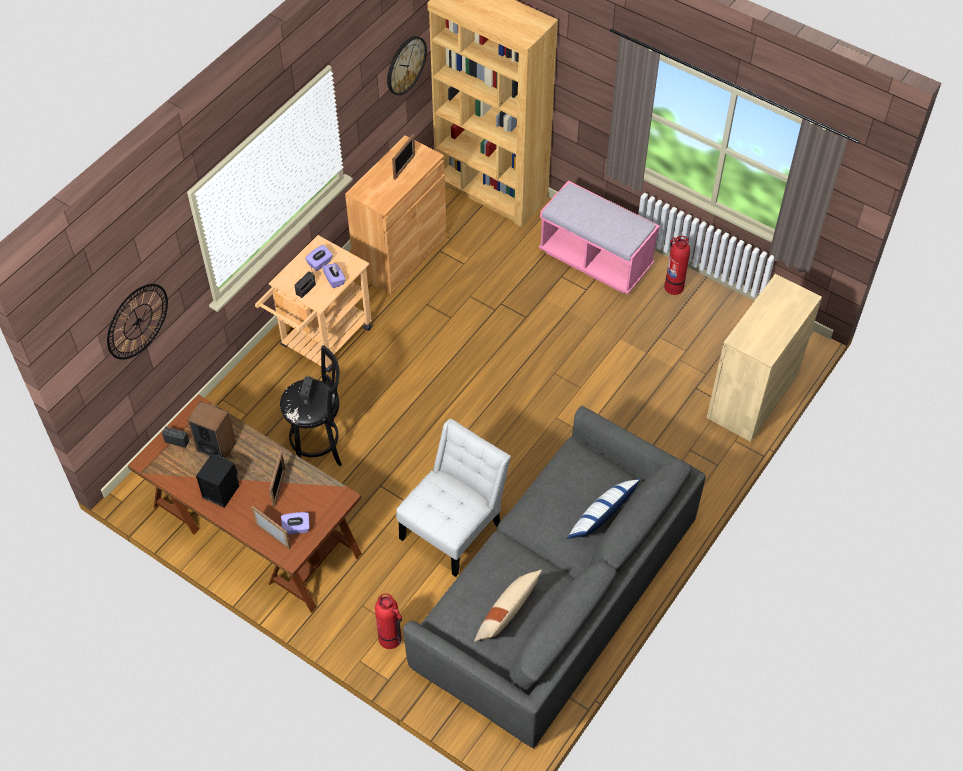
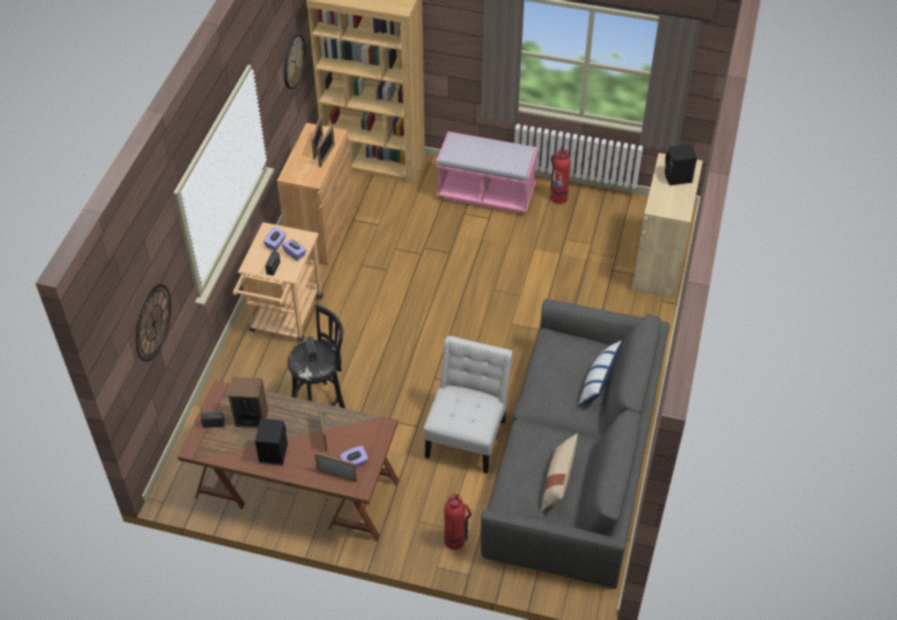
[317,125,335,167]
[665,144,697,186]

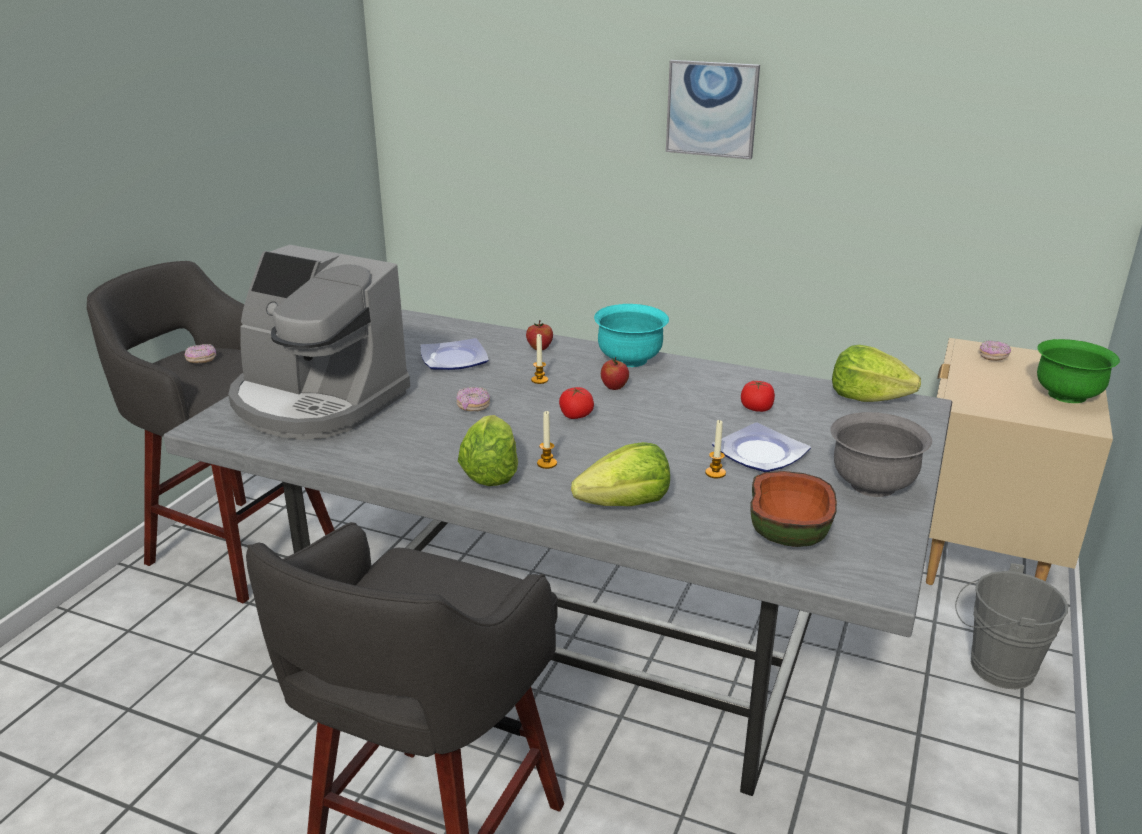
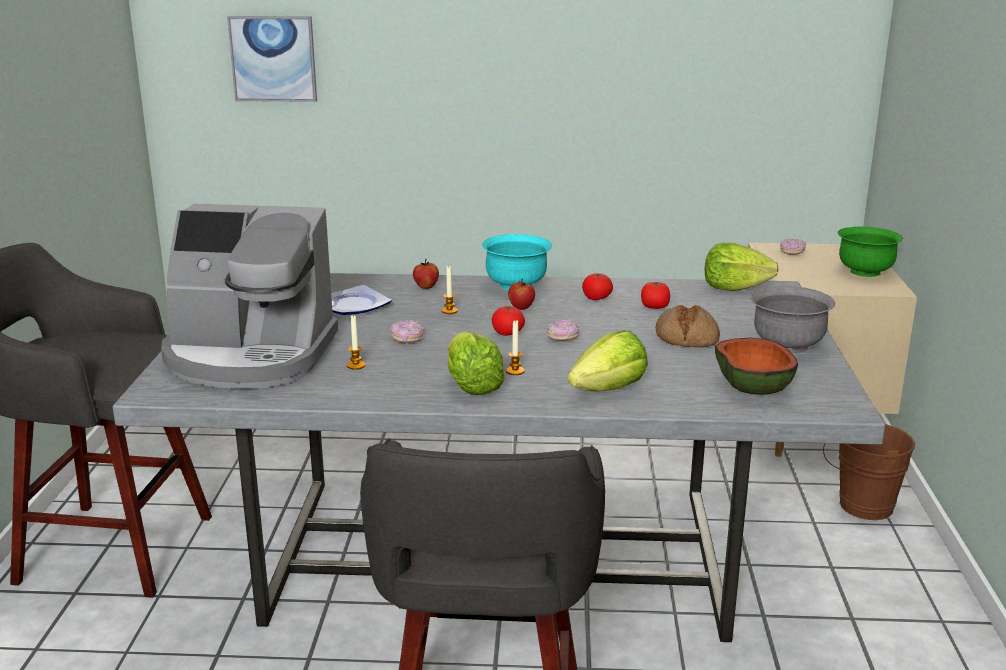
[227,16,317,102]
[547,319,579,341]
[347,315,366,370]
[655,305,720,348]
[823,424,915,520]
[582,273,613,300]

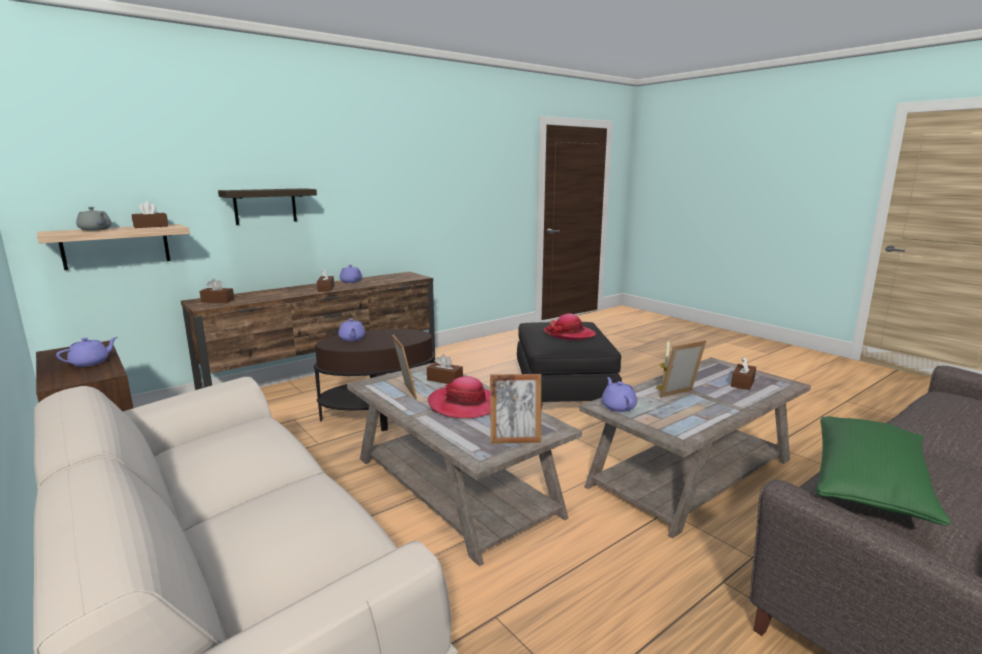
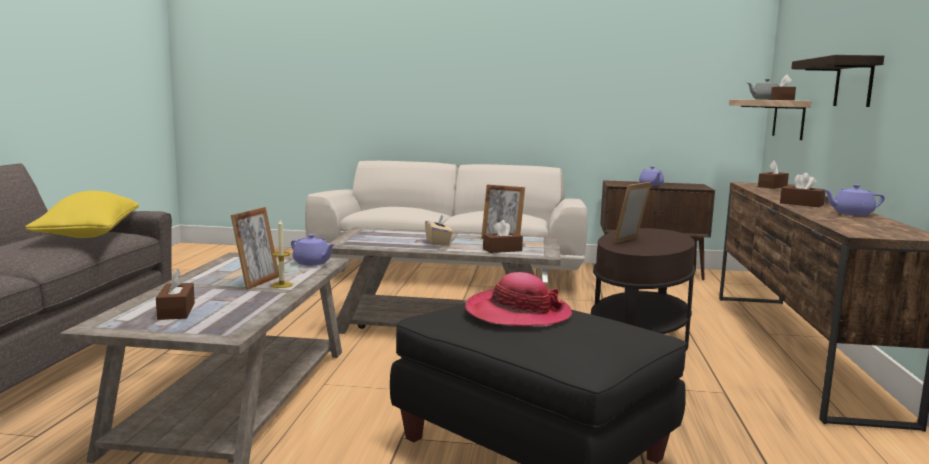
[338,319,365,341] (first image)
[613,182,652,244]
[425,214,453,245]
[25,191,139,238]

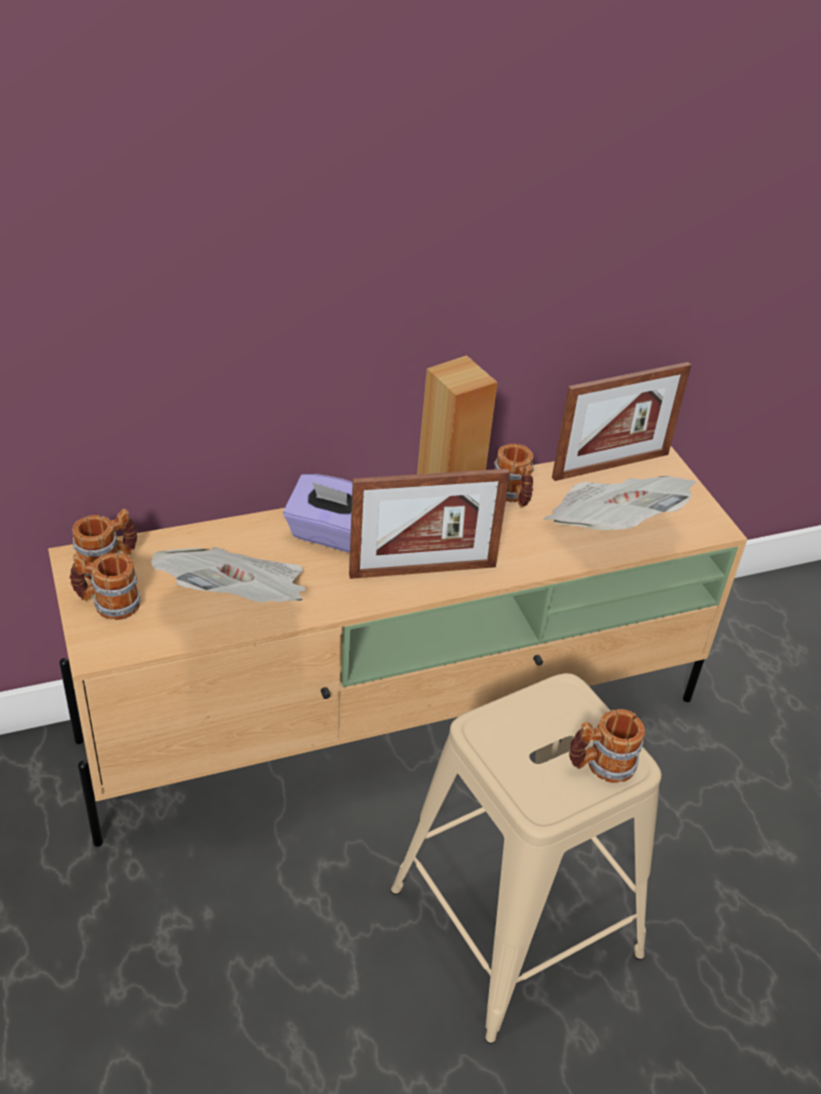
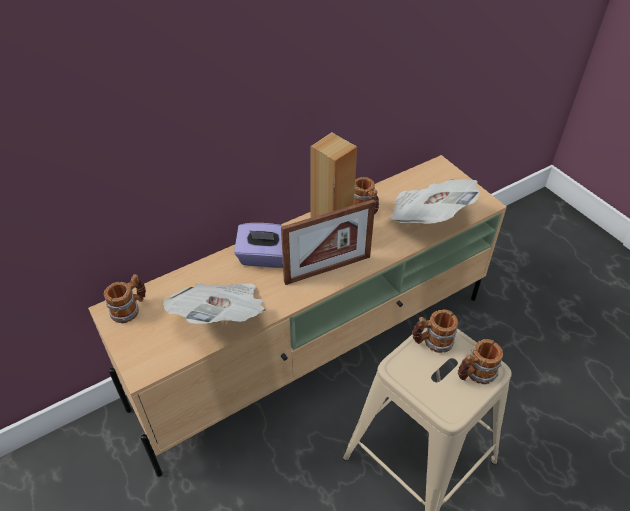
[552,362,692,481] (first image)
[412,309,458,353]

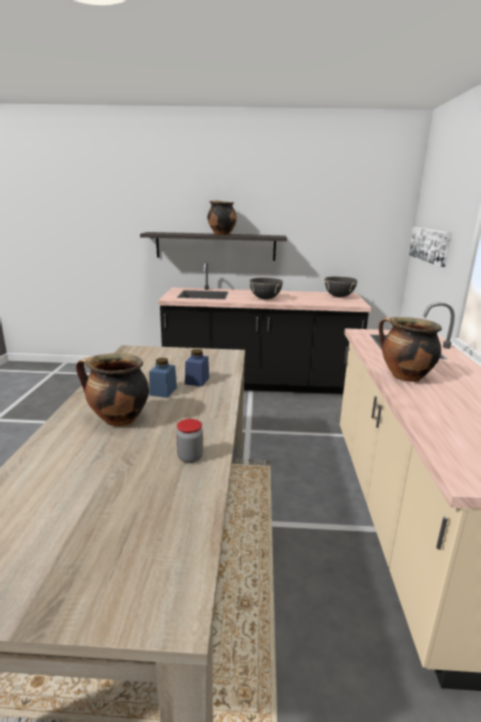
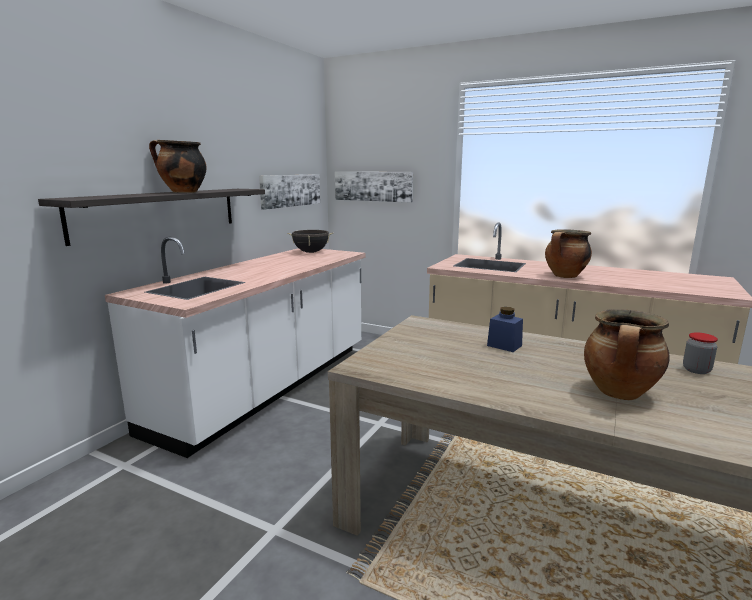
[105,237,365,458]
[249,278,283,300] (first image)
[149,358,177,398] (first image)
[259,174,320,210]

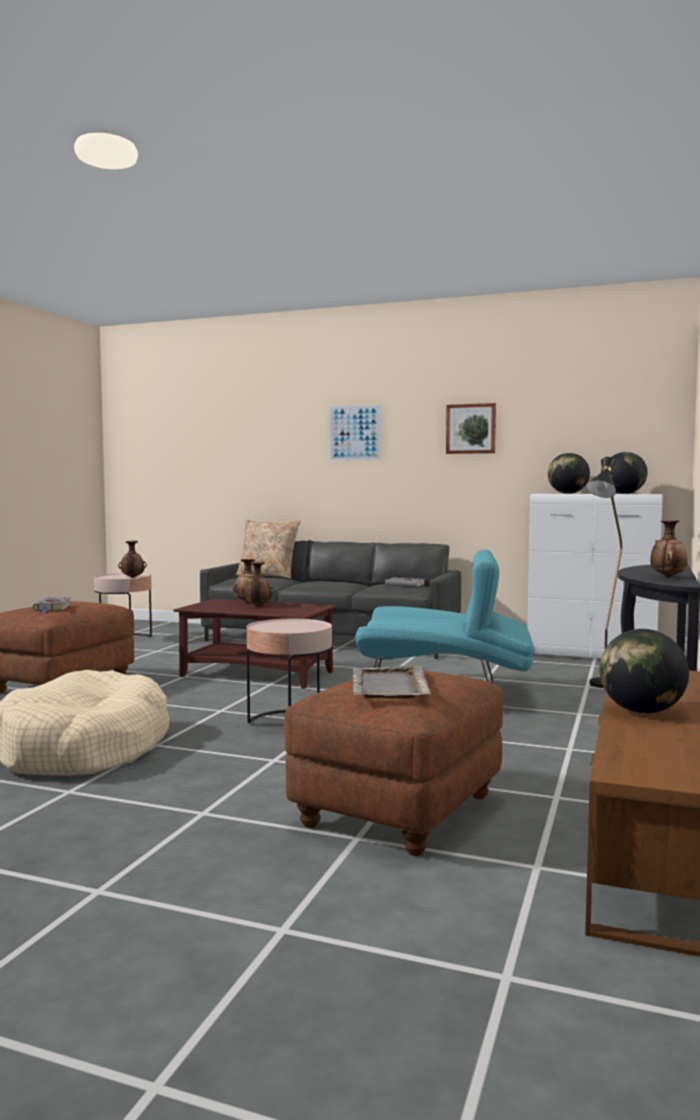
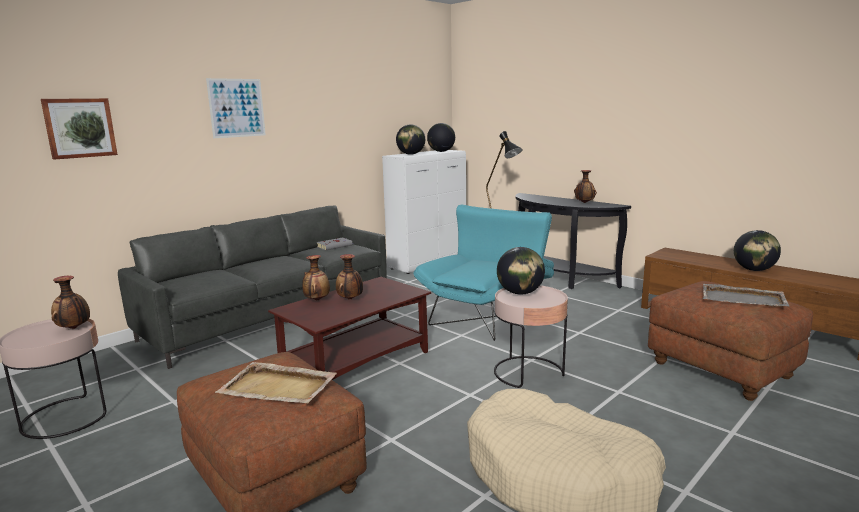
[41,98,118,160]
[236,520,300,579] (first image)
[215,362,337,404]
[497,247,545,295]

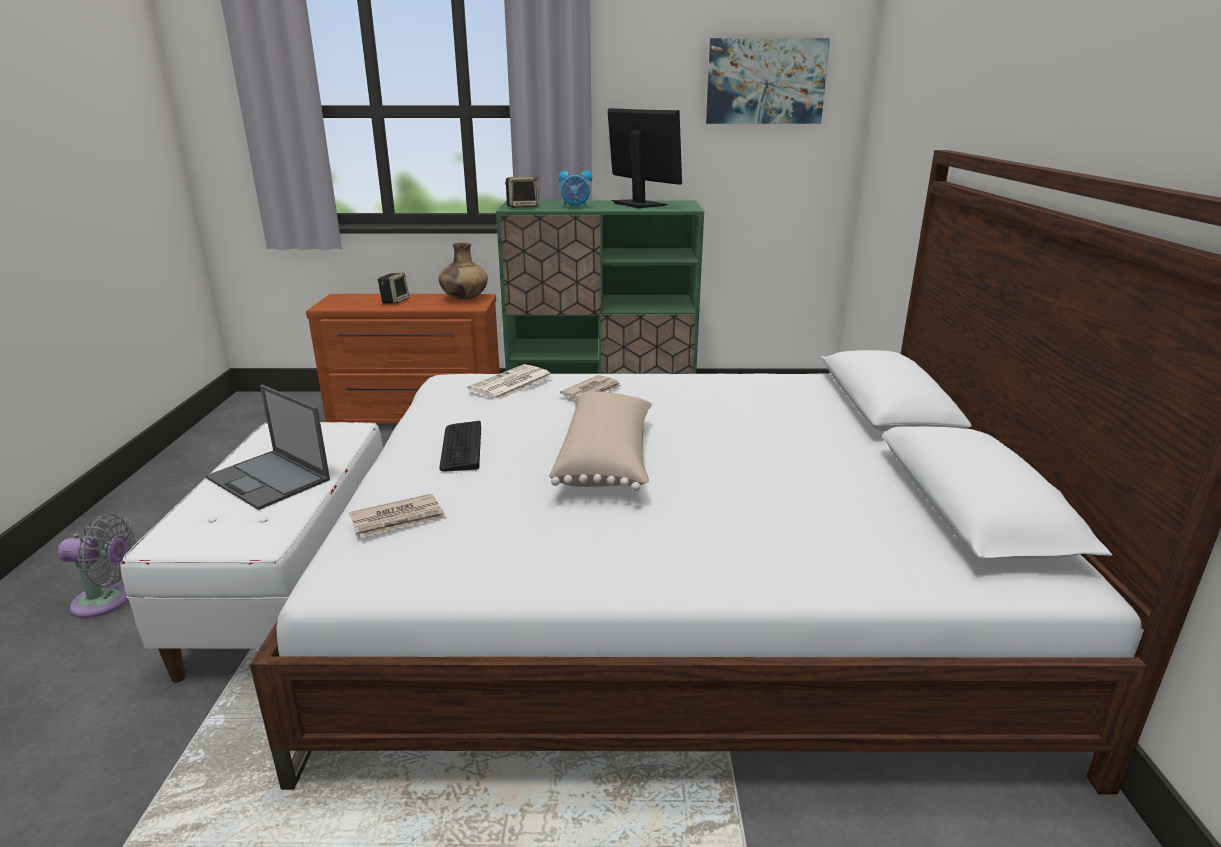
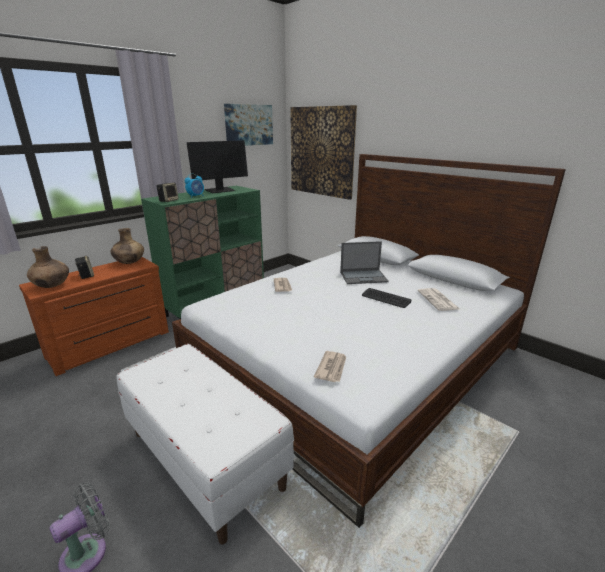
[187,140,248,193]
[417,288,459,311]
[340,241,389,284]
[549,391,652,491] (first image)
[362,288,411,308]
[290,105,357,200]
[27,246,69,288]

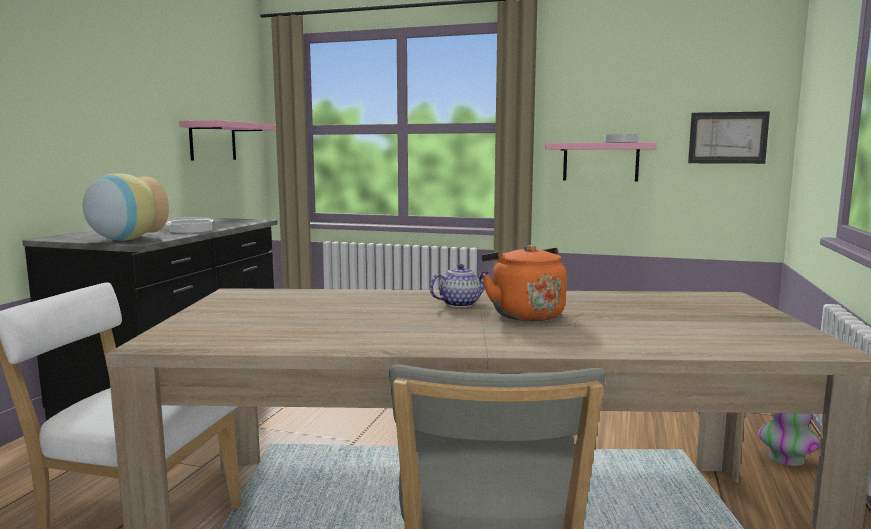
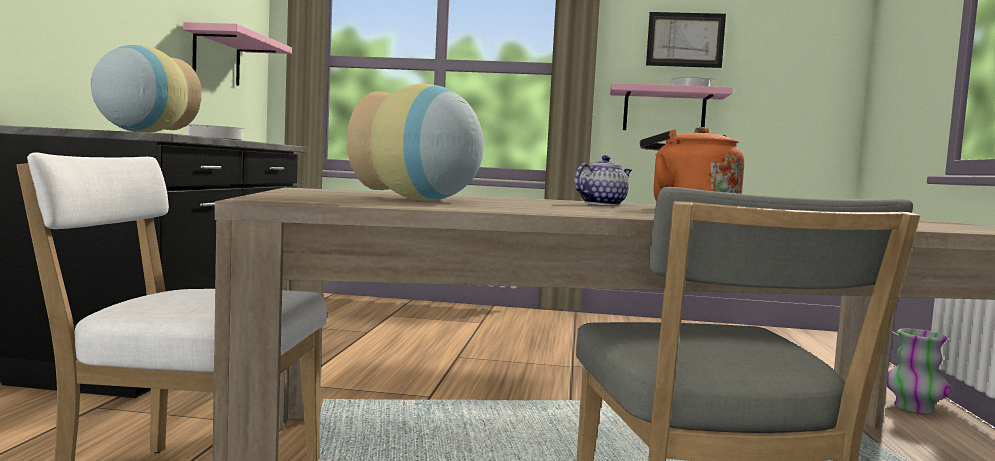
[646,12,726,68]
[347,84,483,201]

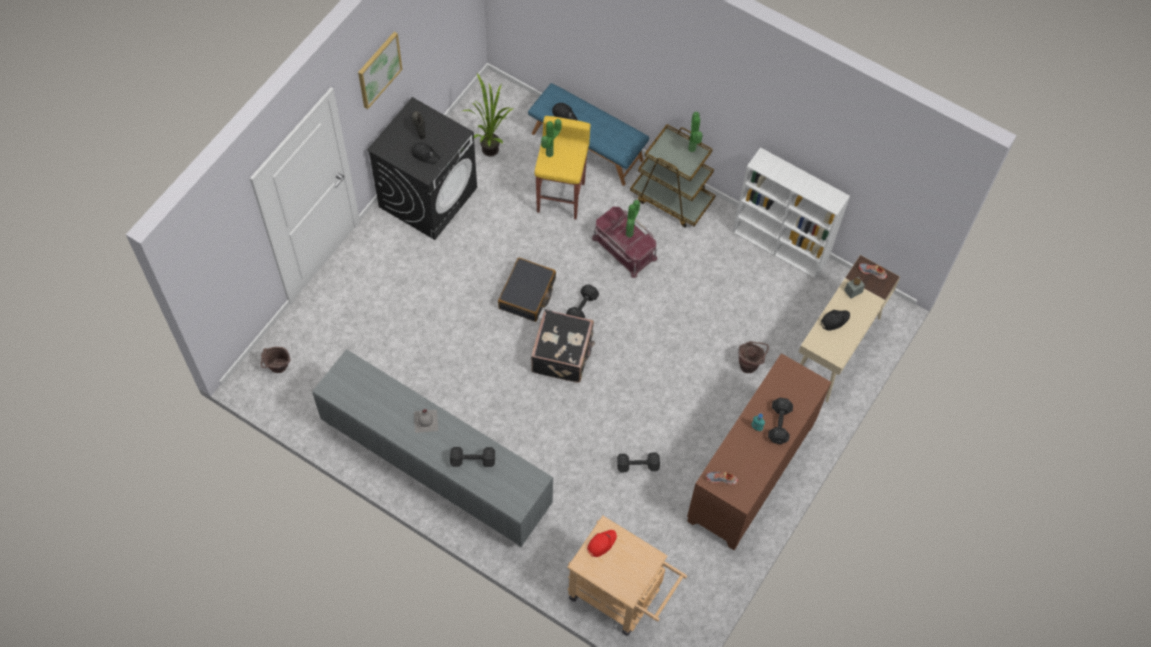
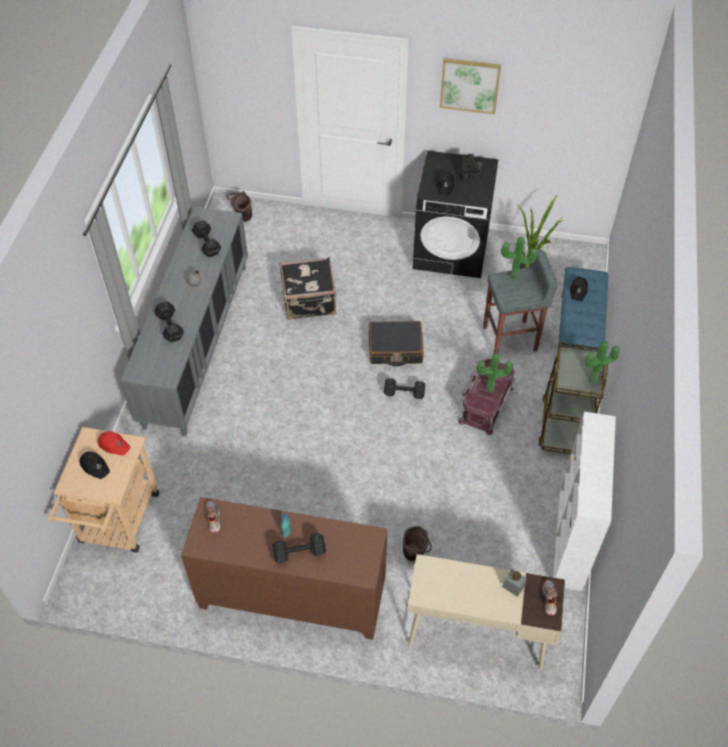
[483,249,558,353]
[280,258,336,320]
[80,451,110,479]
[192,220,221,257]

